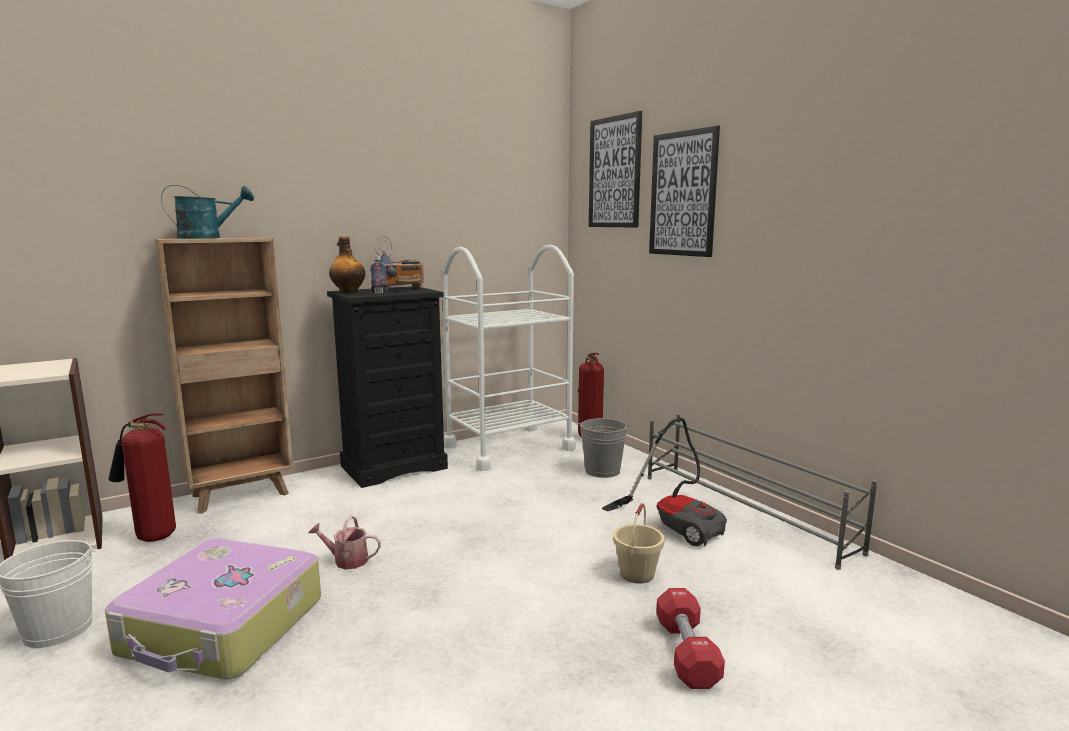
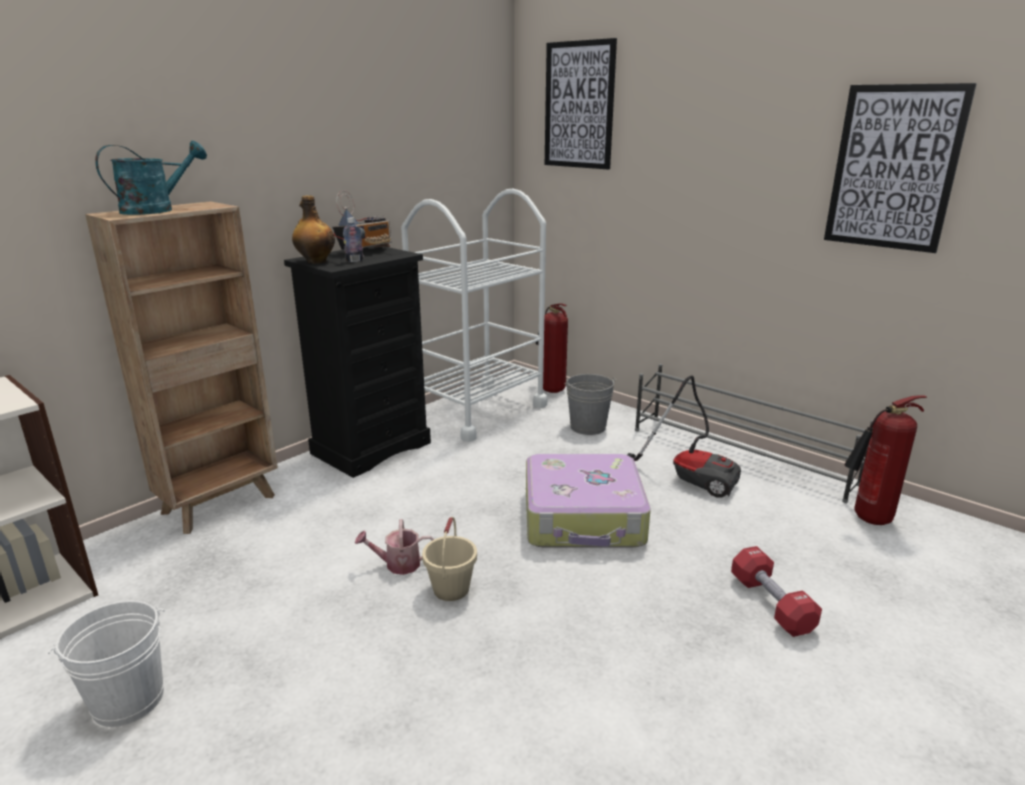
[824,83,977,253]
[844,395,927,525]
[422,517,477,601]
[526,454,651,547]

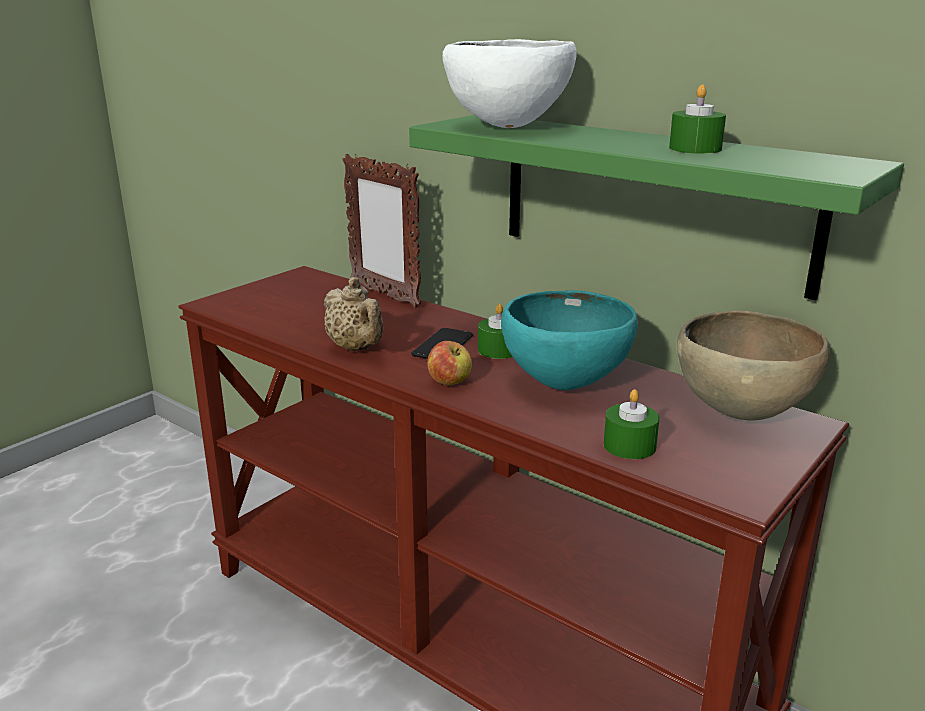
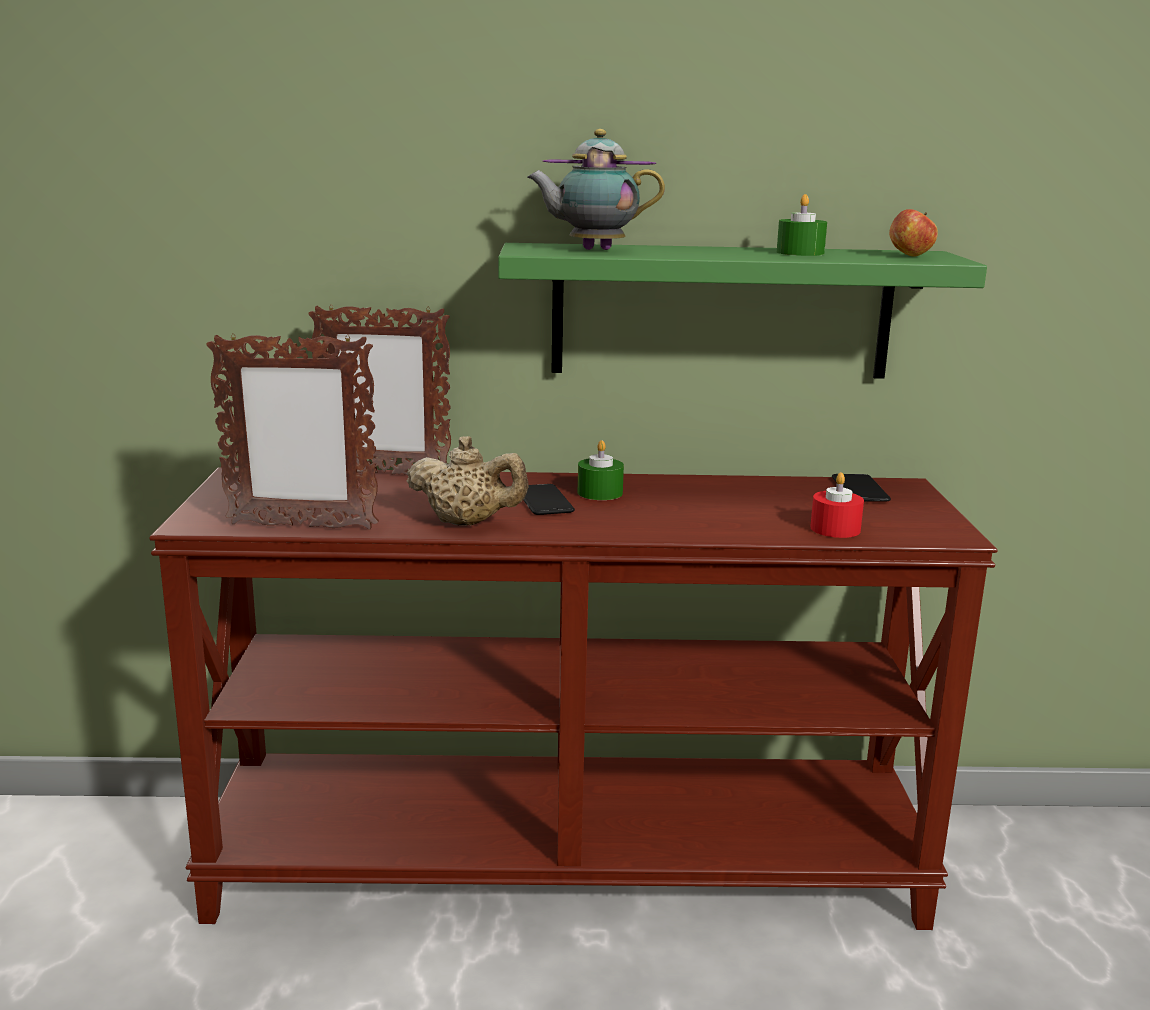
[527,129,665,250]
[501,290,638,390] (first image)
[832,474,891,502]
[889,209,938,256]
[810,472,864,538]
[206,333,379,530]

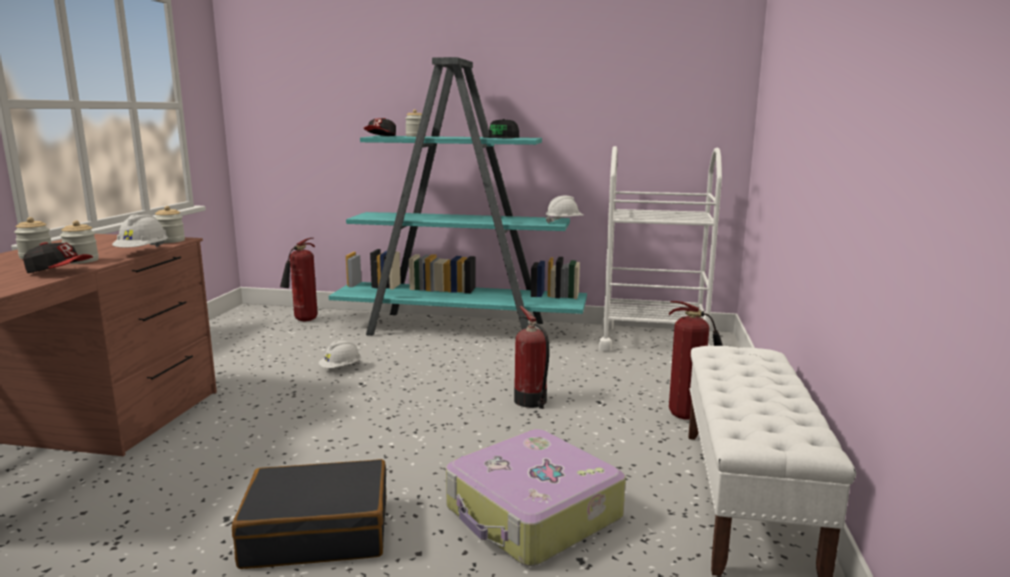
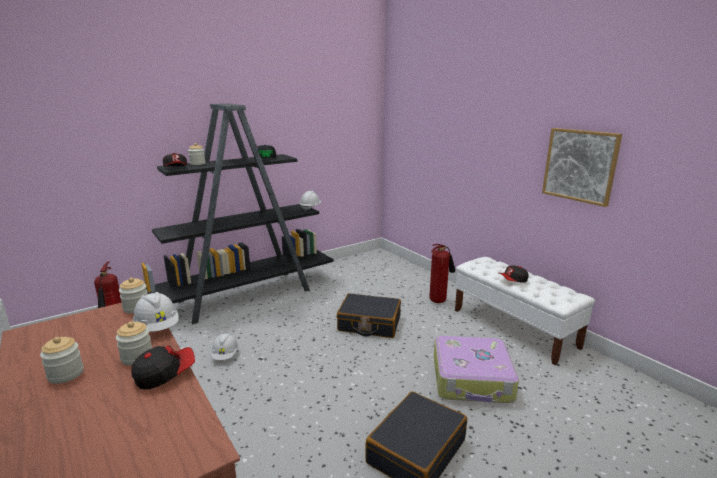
[141,103,333,324]
[599,146,722,351] (first image)
[337,293,401,338]
[542,128,622,207]
[499,266,529,283]

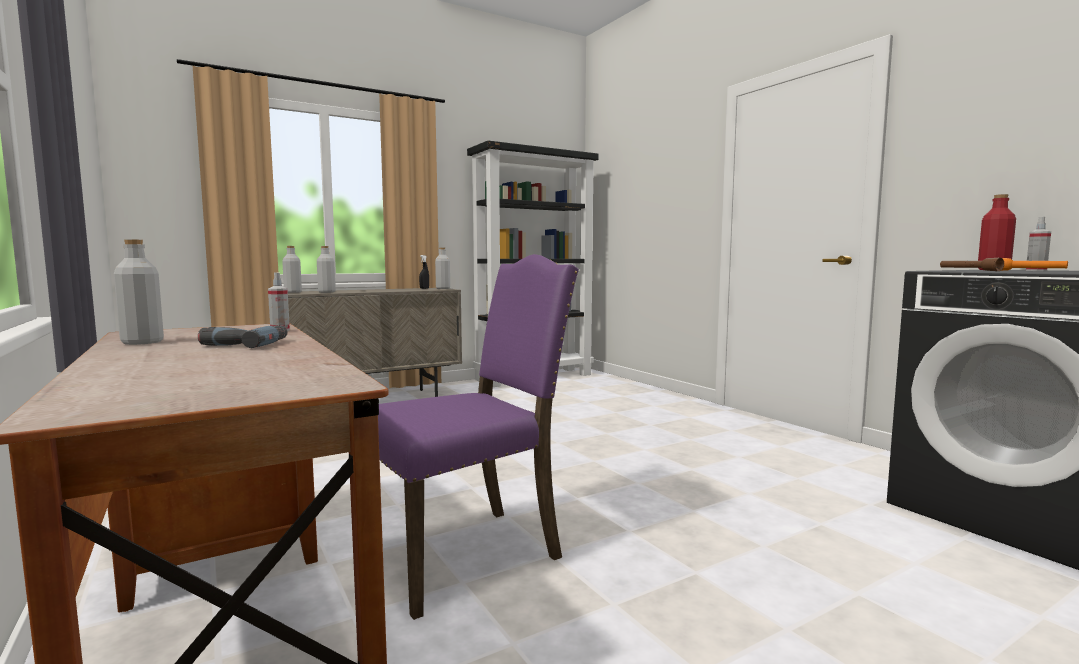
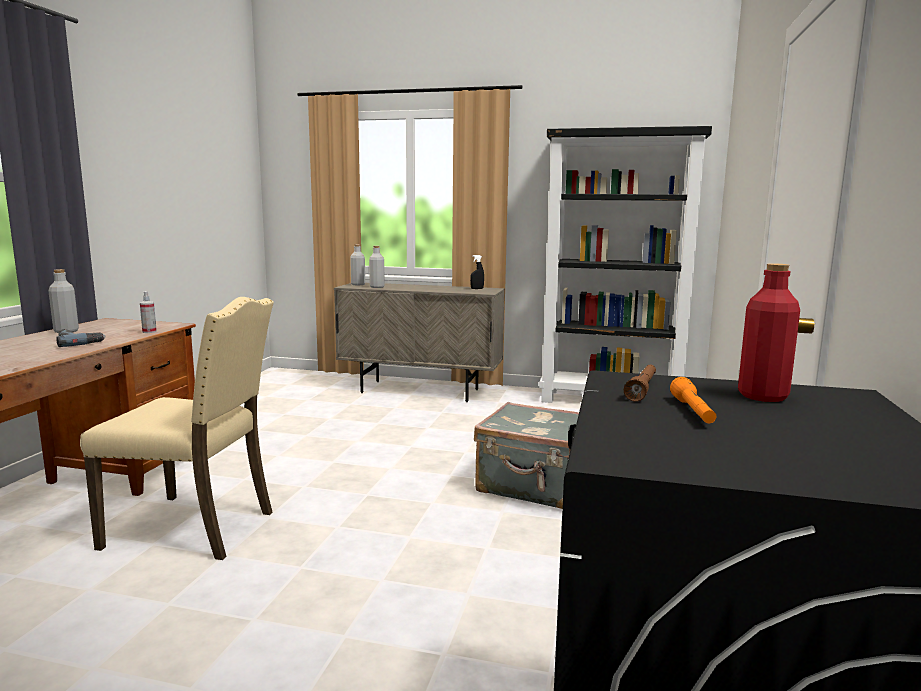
[1026,217,1051,271] (first image)
[435,247,450,289] (first image)
[80,297,274,560]
[474,402,579,509]

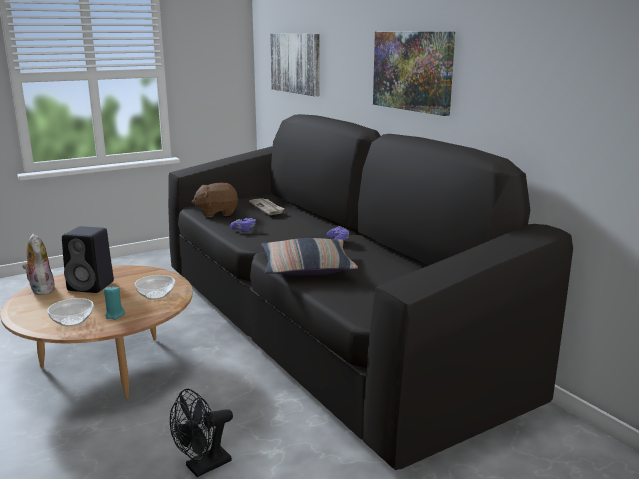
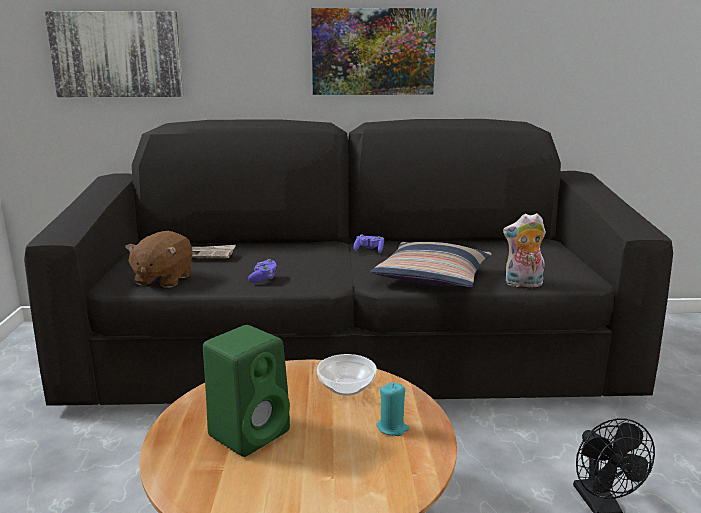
[203,325,290,457]
[503,213,546,287]
[47,298,94,326] (first image)

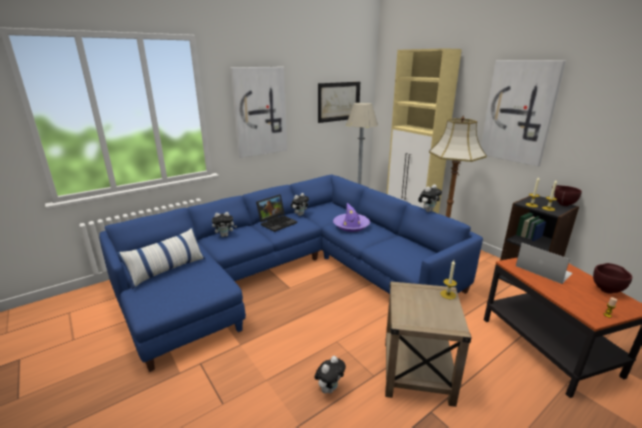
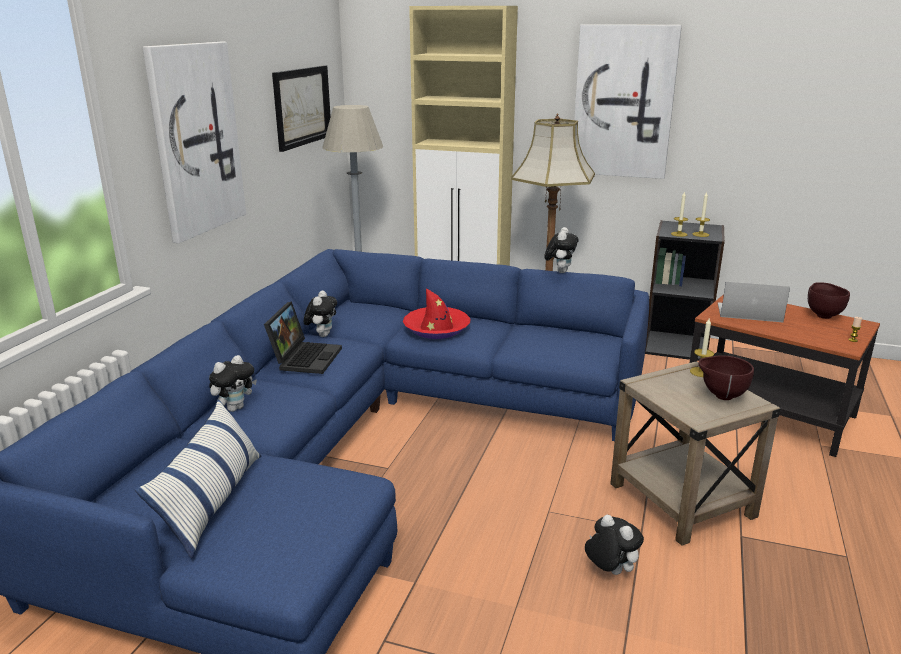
[698,355,754,400]
[403,288,471,339]
[585,514,644,575]

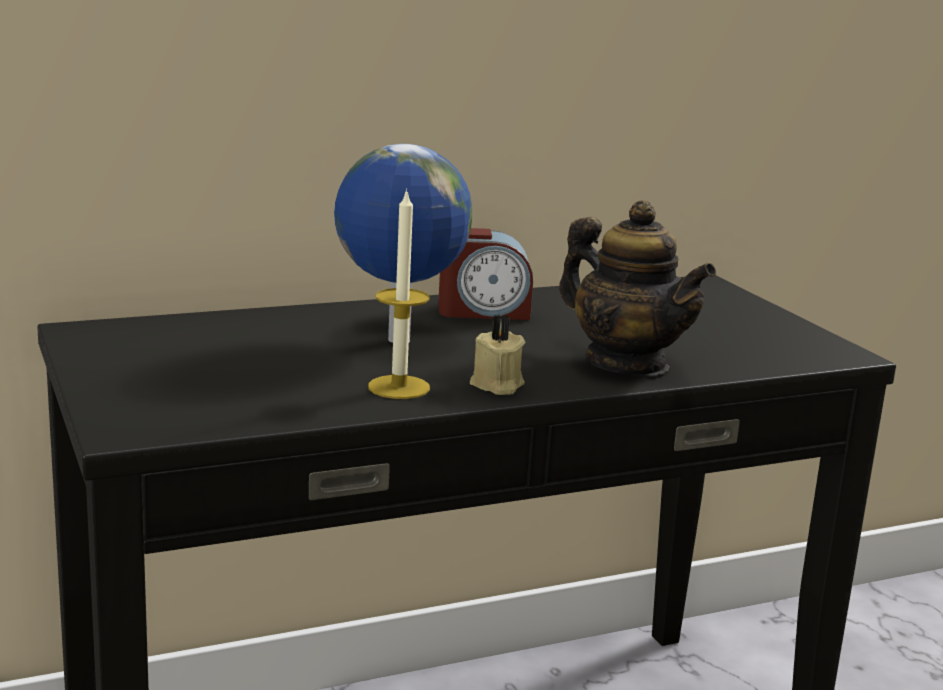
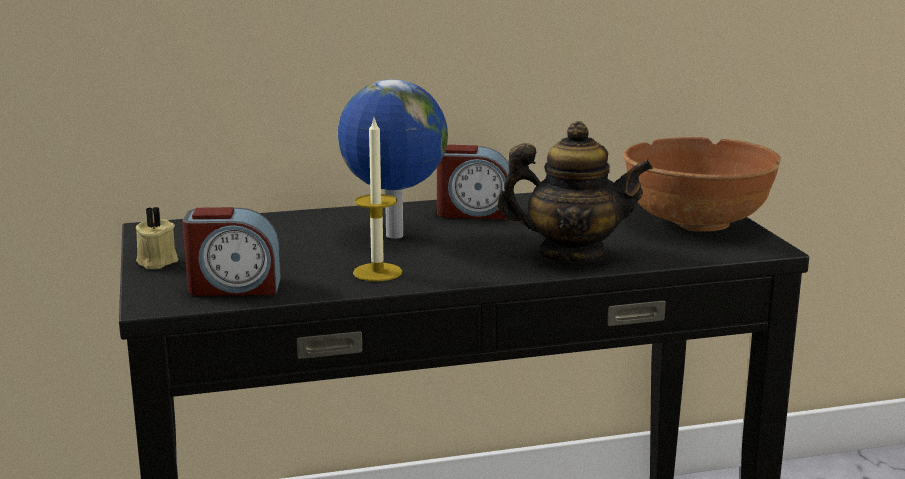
[498,121,653,263]
[136,207,178,269]
[623,137,781,232]
[182,207,281,296]

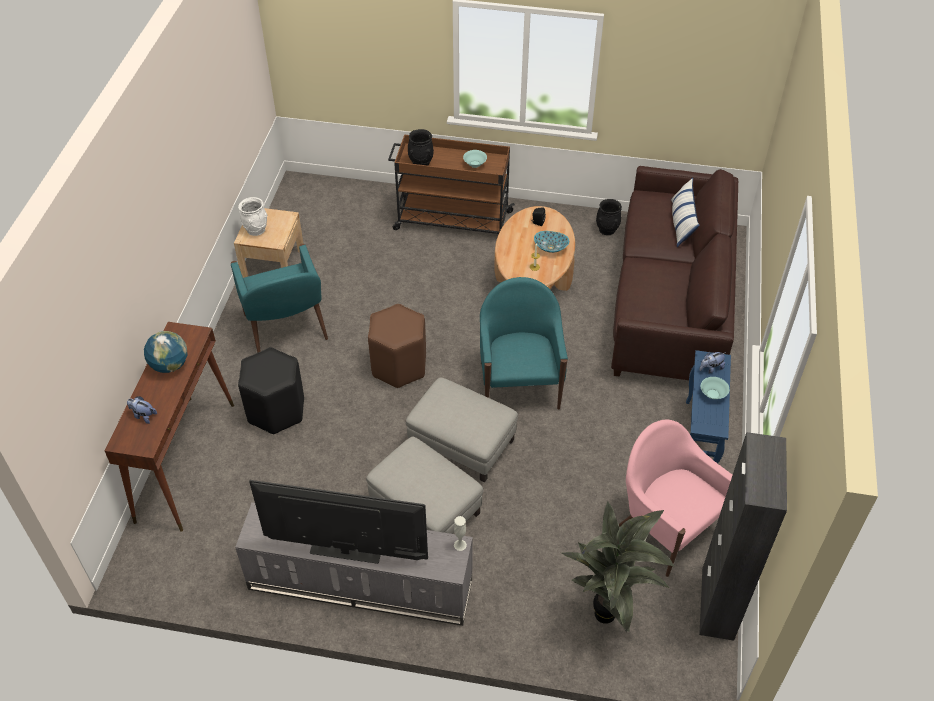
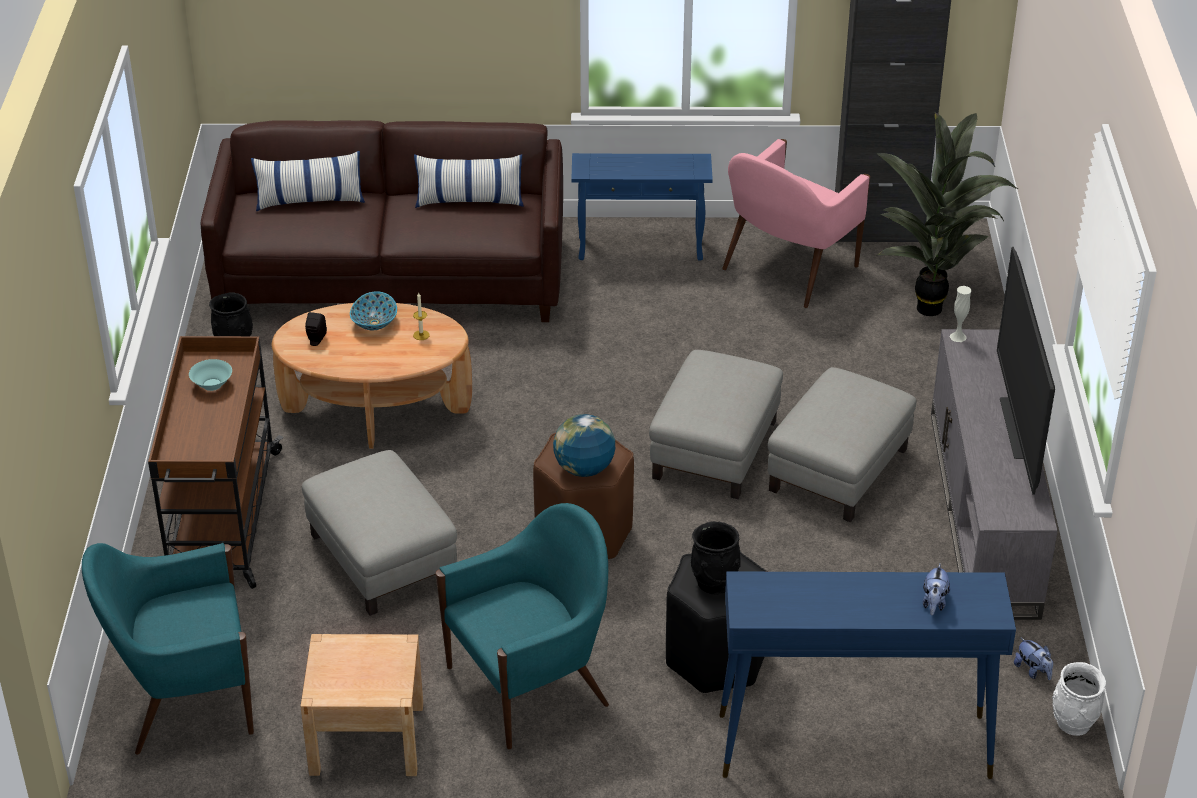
[691,521,741,595]
[1052,662,1106,736]
[82,543,254,755]
[719,571,1016,779]
[553,414,615,477]
[1014,637,1053,680]
[701,377,729,399] (first image)
[414,155,524,208]
[302,450,457,616]

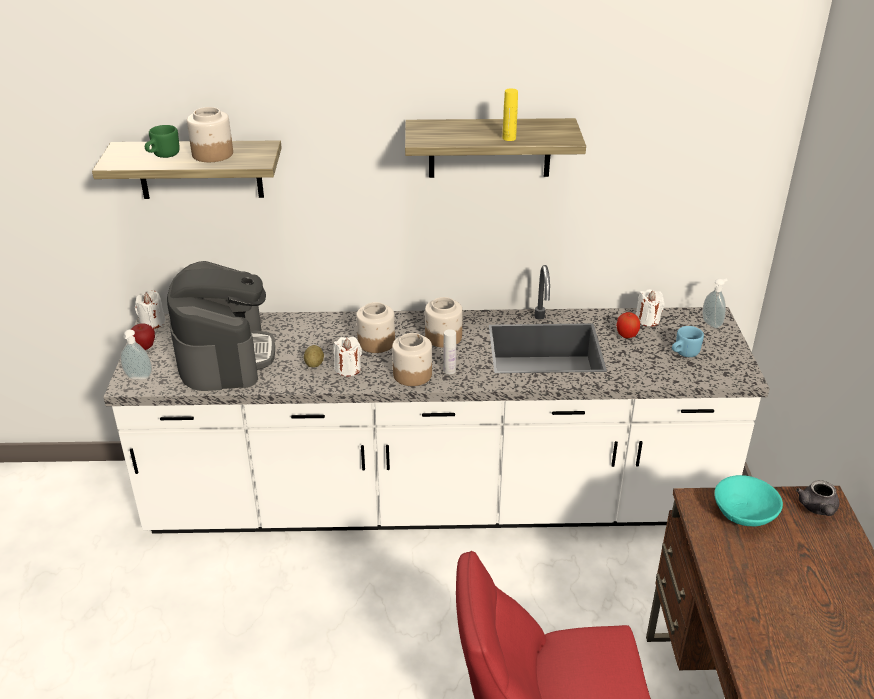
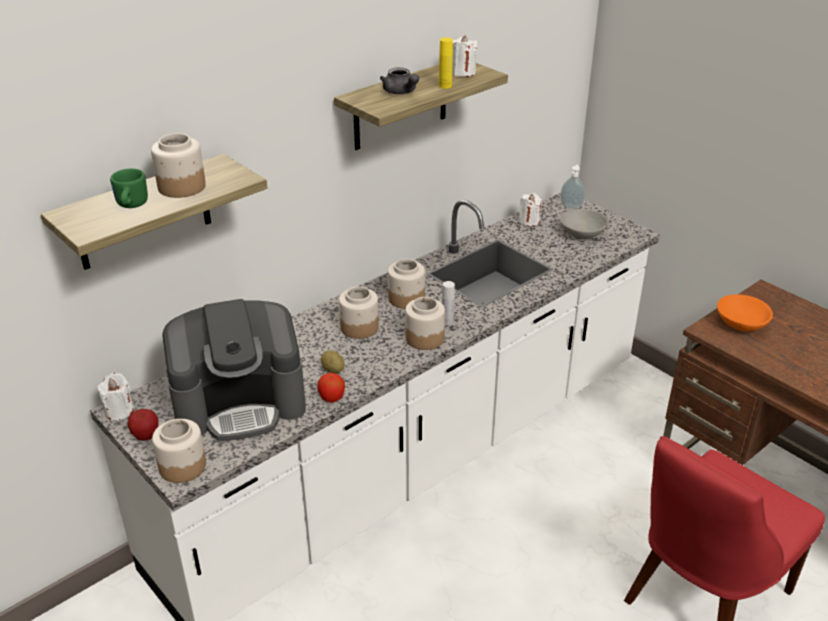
[162,299,306,441]
[317,373,345,403]
[560,209,609,239]
[152,419,206,483]
[452,36,477,77]
[717,294,773,332]
[380,67,419,94]

